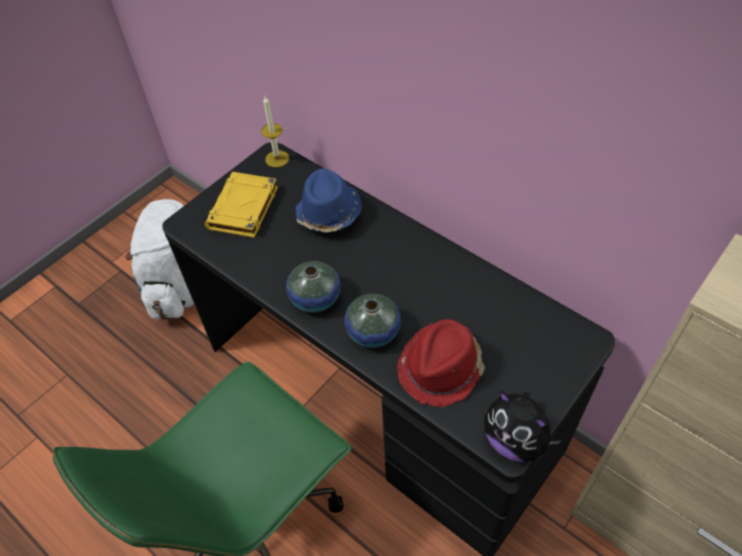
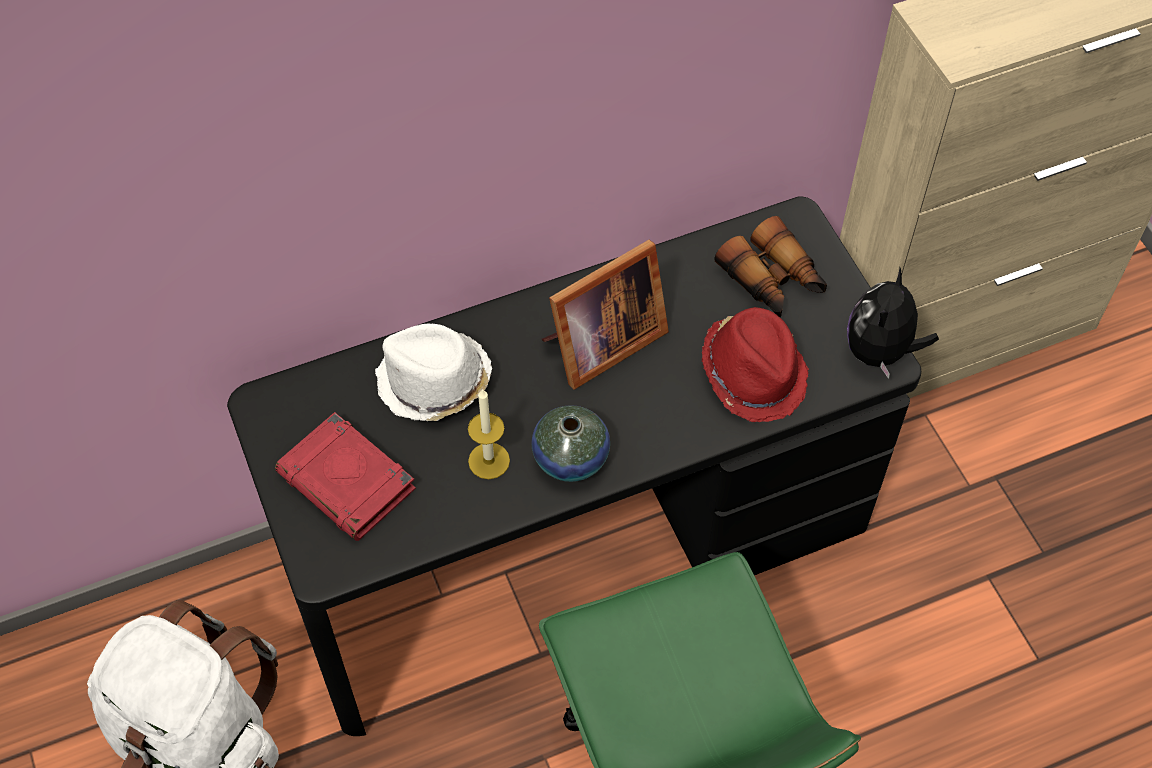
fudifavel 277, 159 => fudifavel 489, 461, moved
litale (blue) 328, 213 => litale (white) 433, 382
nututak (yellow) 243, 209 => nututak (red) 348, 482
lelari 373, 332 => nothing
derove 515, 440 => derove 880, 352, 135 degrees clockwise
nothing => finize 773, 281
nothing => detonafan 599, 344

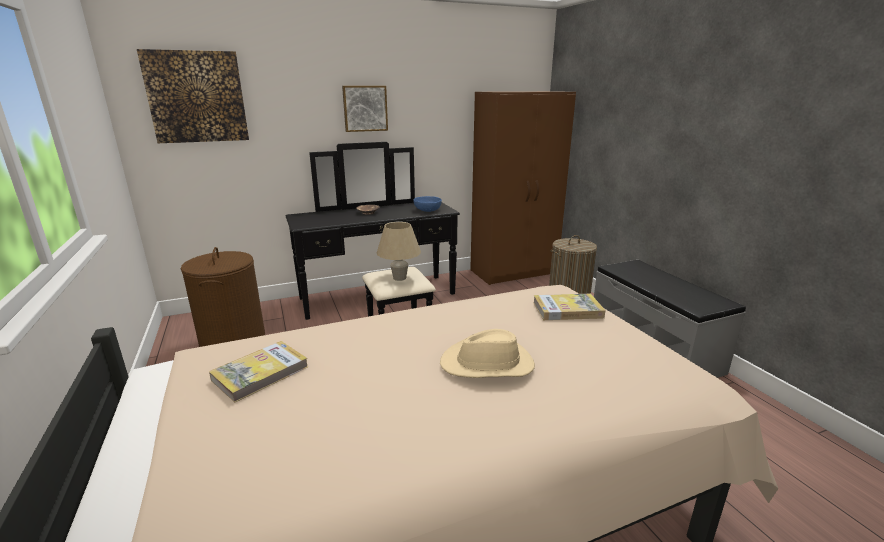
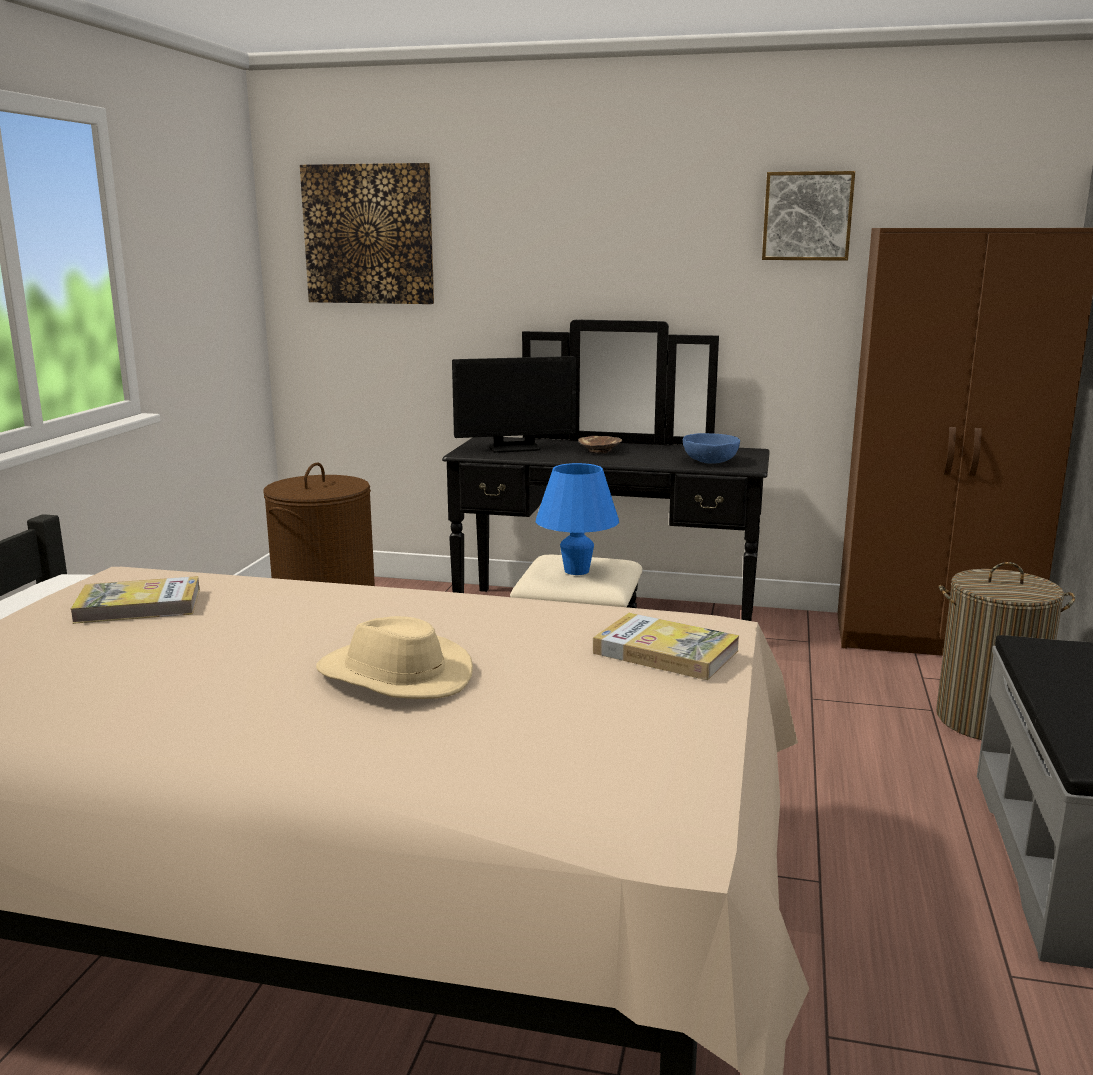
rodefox 365, 108 => rodefox 807, 216, moved
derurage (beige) 399, 278 => derurage (blue) 576, 571
nothing => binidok 514, 448

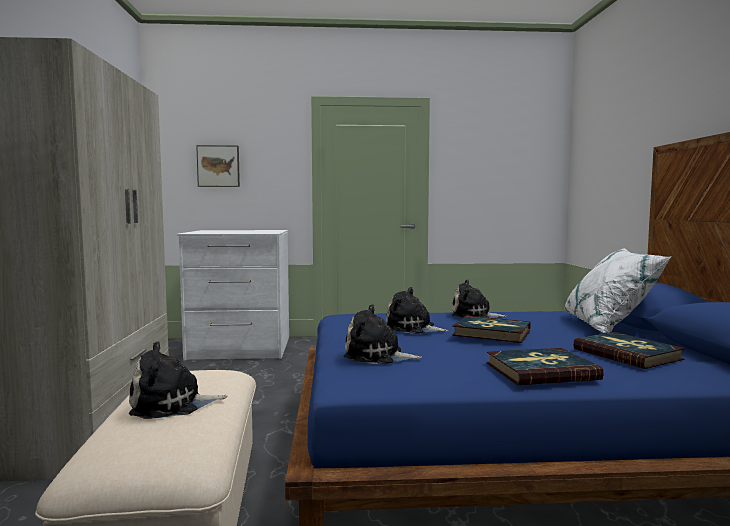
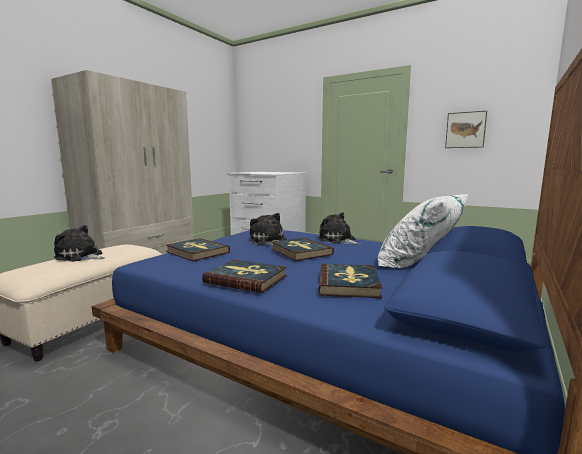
rodefox 218, 166 => rodefox 465, 130, moved
derove 377, 356 => nututak 197, 252

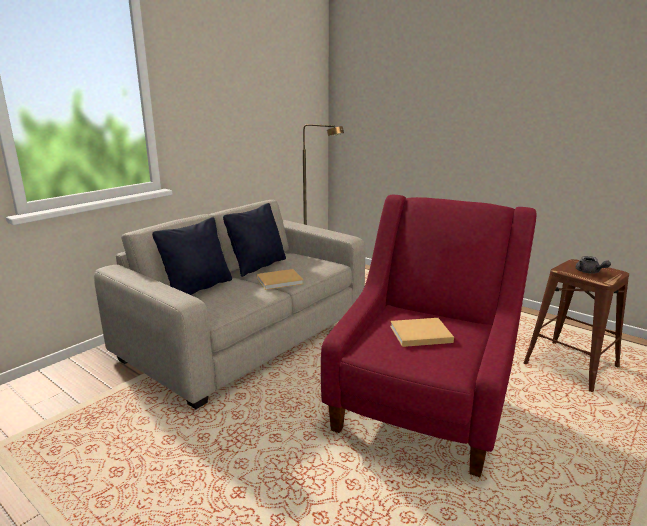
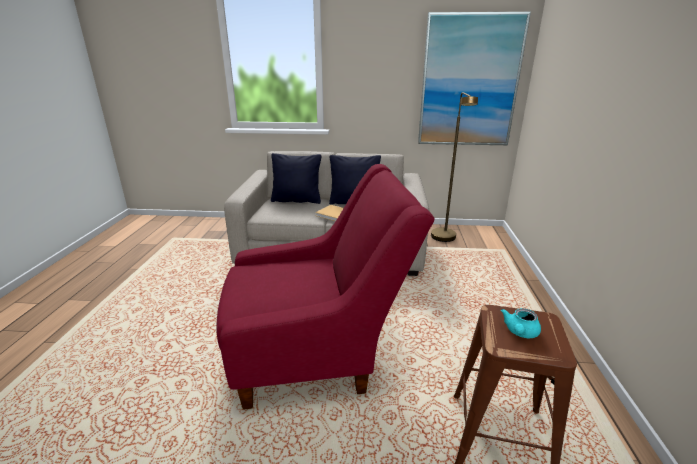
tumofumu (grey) 589, 272 => tumofumu (turquoise) 520, 332
nututak (beige) 419, 334 => nothing
nothing => rodefox 469, 82

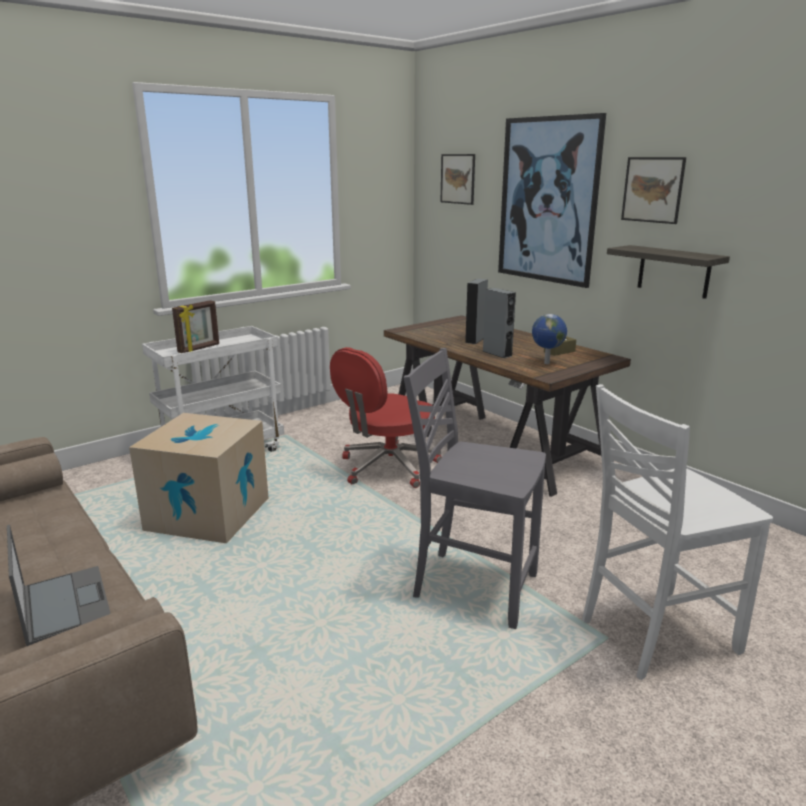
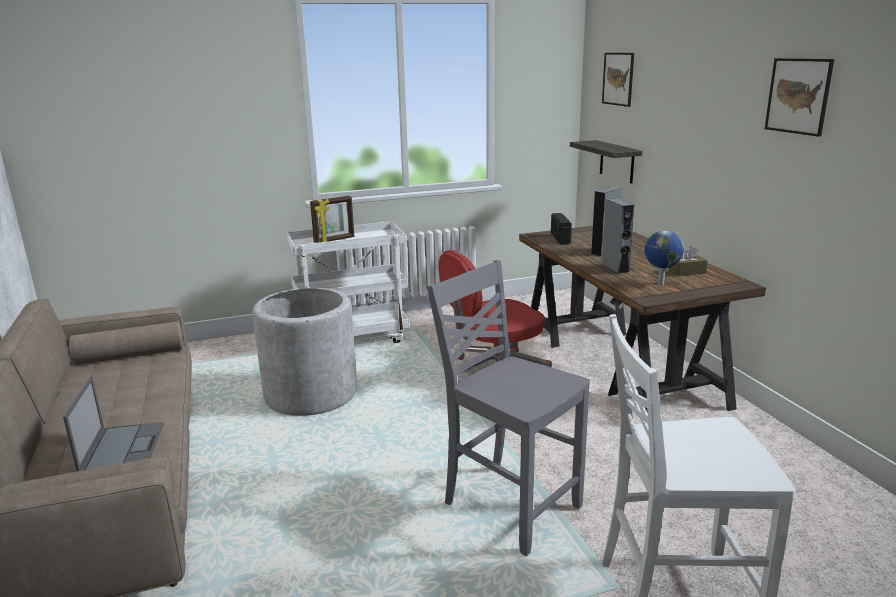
rodefox 548, 201 => nothing
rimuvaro 673, 271 => rimuvaro 617, 161, moved
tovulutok 208, 514 => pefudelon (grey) 310, 393
nothing => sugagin 560, 239

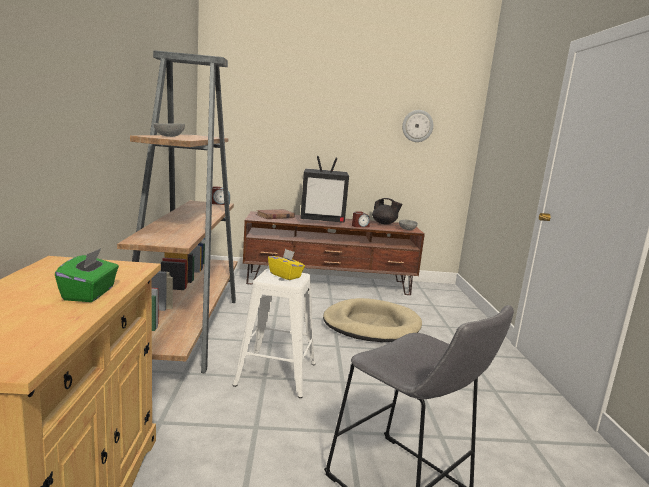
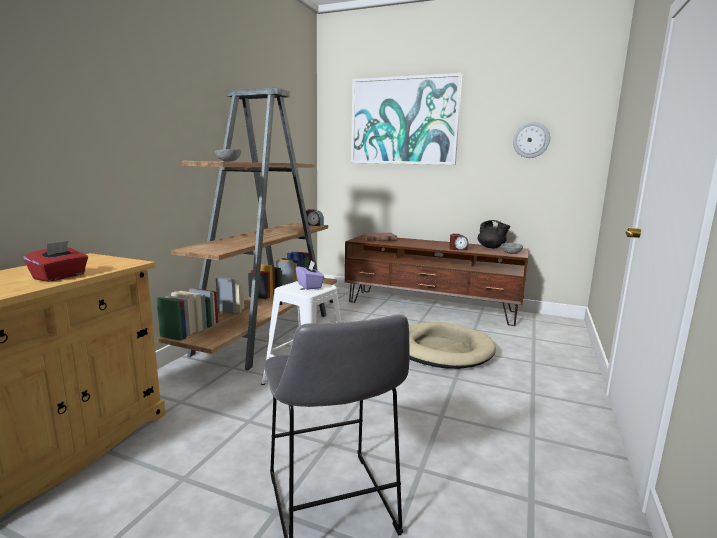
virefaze 323, 220 => nothing
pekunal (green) 90, 293 => pekunal (red) 60, 277
pekunal (yellow) 285, 275 => pekunal (purple) 310, 286
nothing => rodefox 404, 121

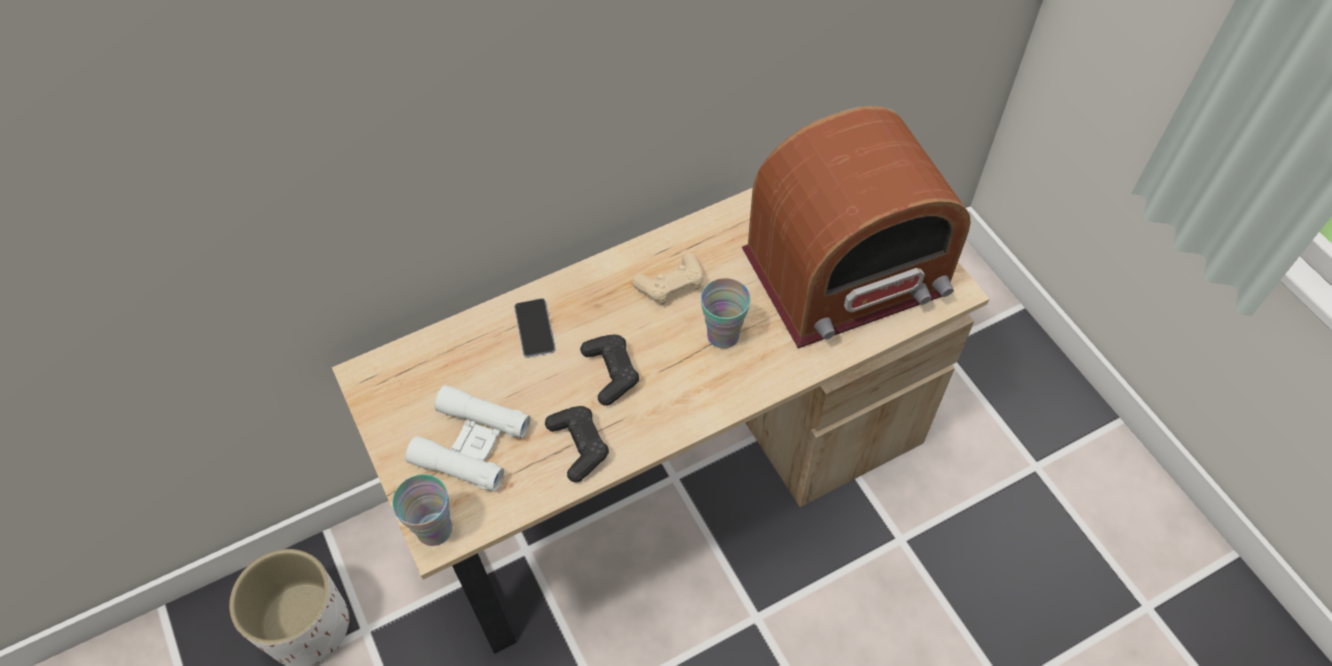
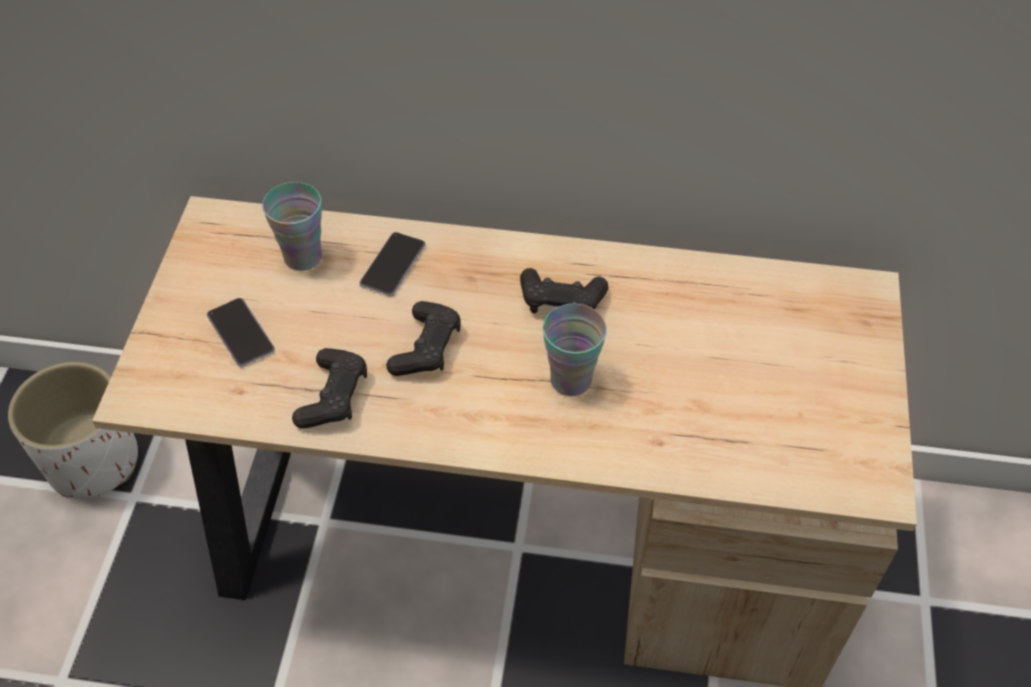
sugagin 846, 273 => nothing
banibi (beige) 671, 285 => banibi (black) 561, 301
finize (white) 471, 444 => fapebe 241, 333
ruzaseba 434, 529 => ruzaseba 303, 257, moved

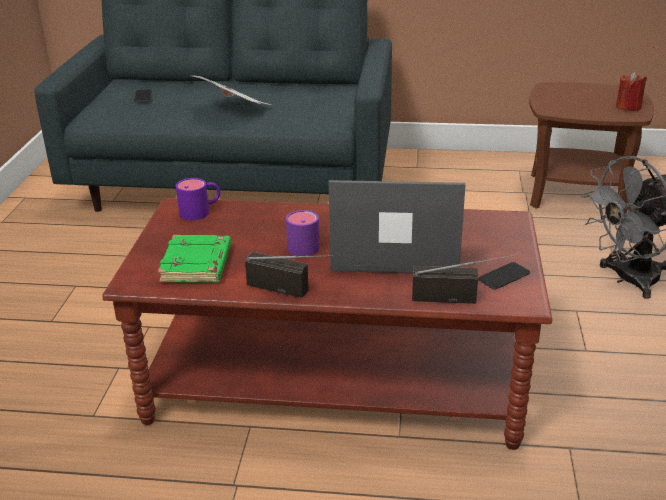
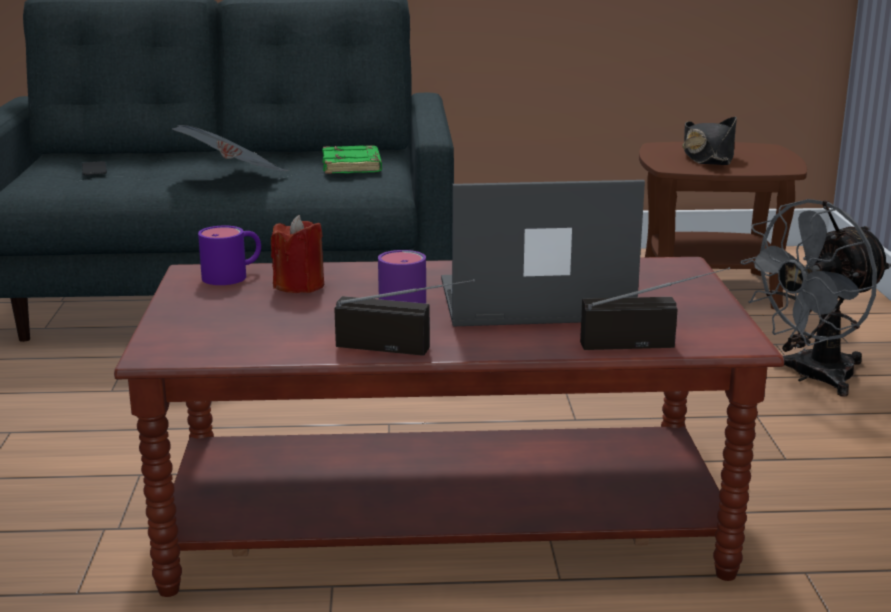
fudifavel (red) 628, 107 => fudifavel (red) 299, 286, moved
nututak (green) 197, 265 => nututak (green) 353, 166, moved
fapebe 504, 276 => nothing
nothing => litale (black) 708, 157

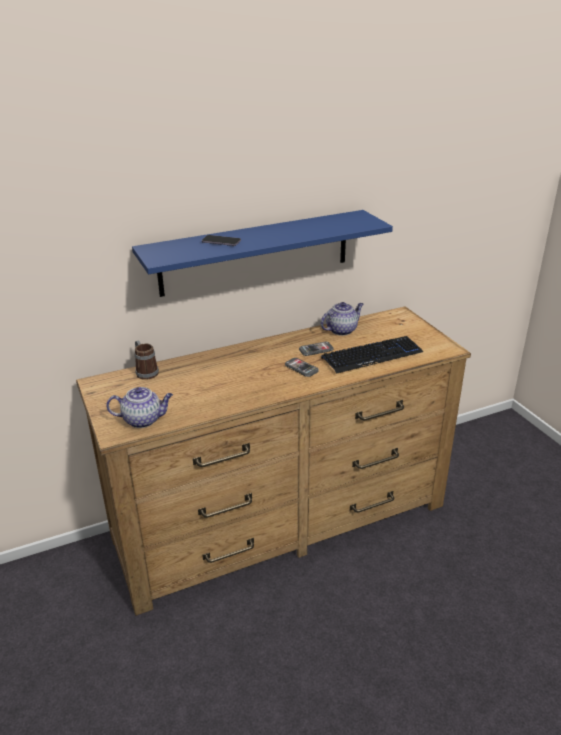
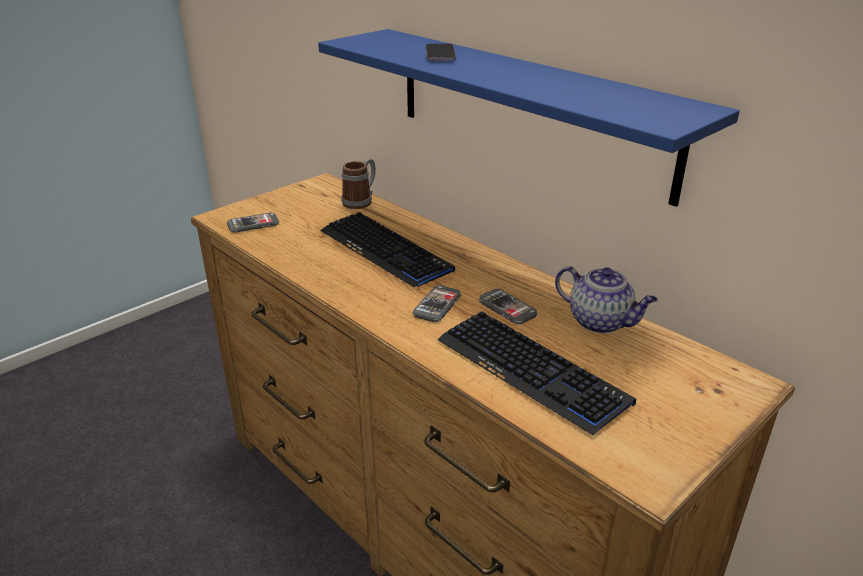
tumofumu 143, 420 => fapebe 253, 224
nothing => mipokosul 385, 251

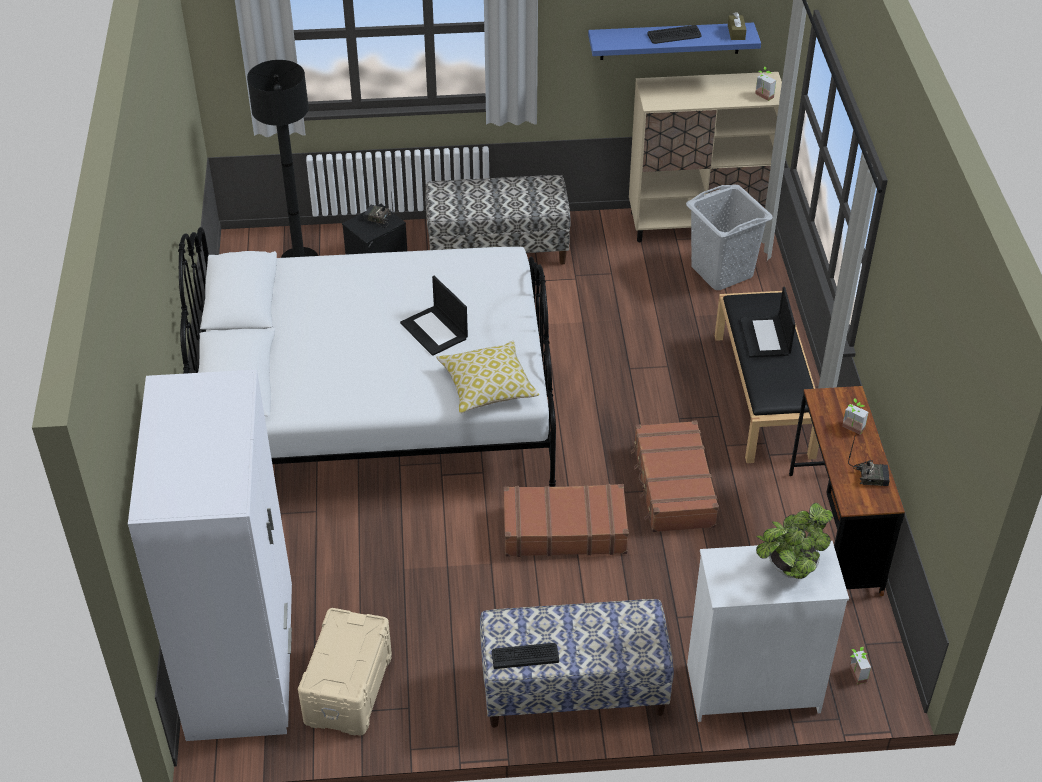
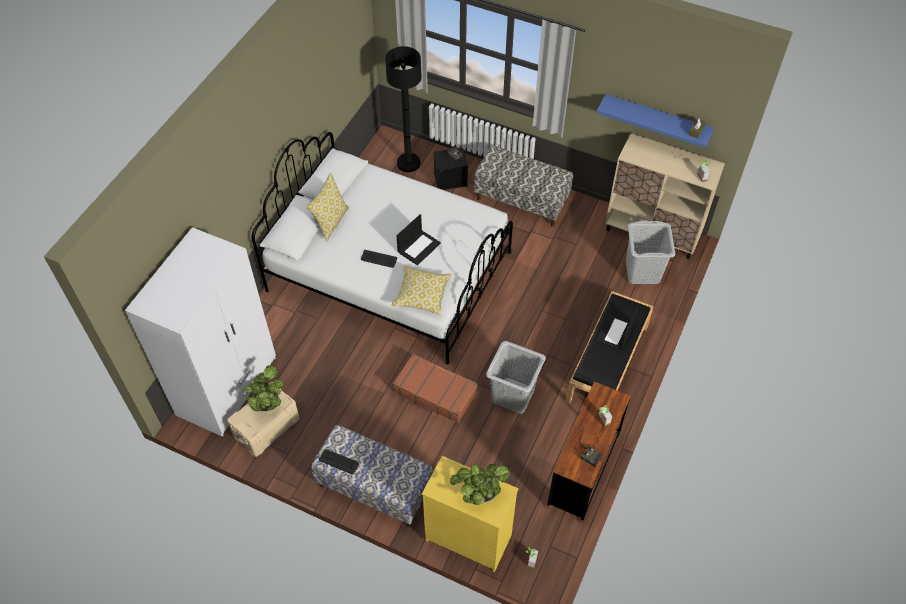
mipokosul 674, 35 => mipokosul 379, 259, moved
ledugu 435, 331 => ledugu 419, 247, 135 degrees counterclockwise
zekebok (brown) 672, 486 => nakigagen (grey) 513, 395
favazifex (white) 752, 687 => favazifex (yellow) 468, 537
nothing => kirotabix 331, 221
nothing => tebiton 267, 403

